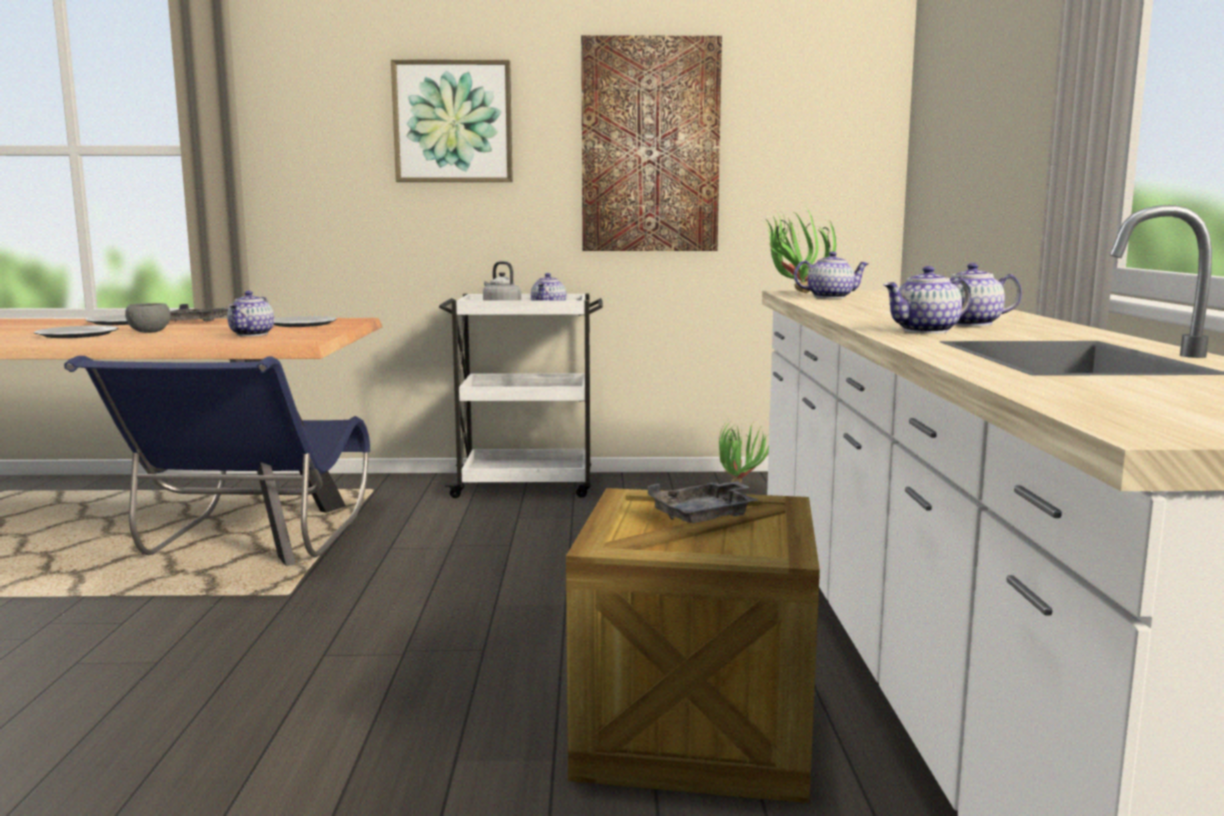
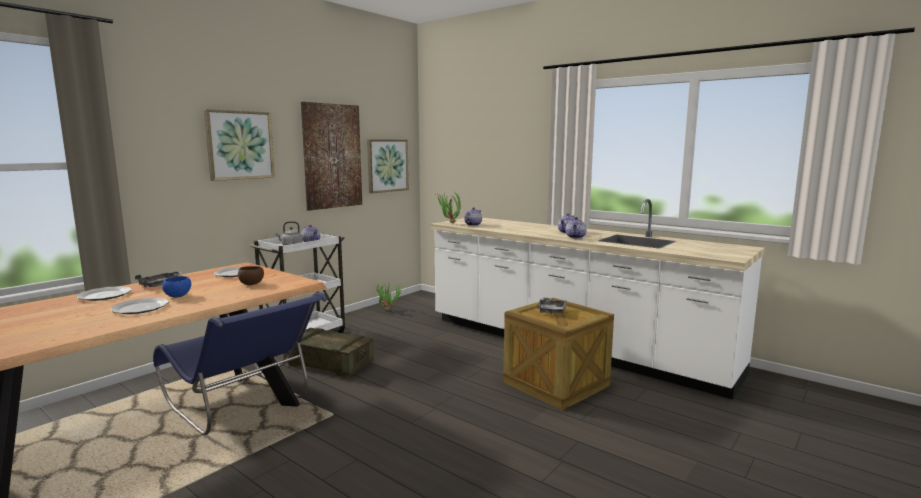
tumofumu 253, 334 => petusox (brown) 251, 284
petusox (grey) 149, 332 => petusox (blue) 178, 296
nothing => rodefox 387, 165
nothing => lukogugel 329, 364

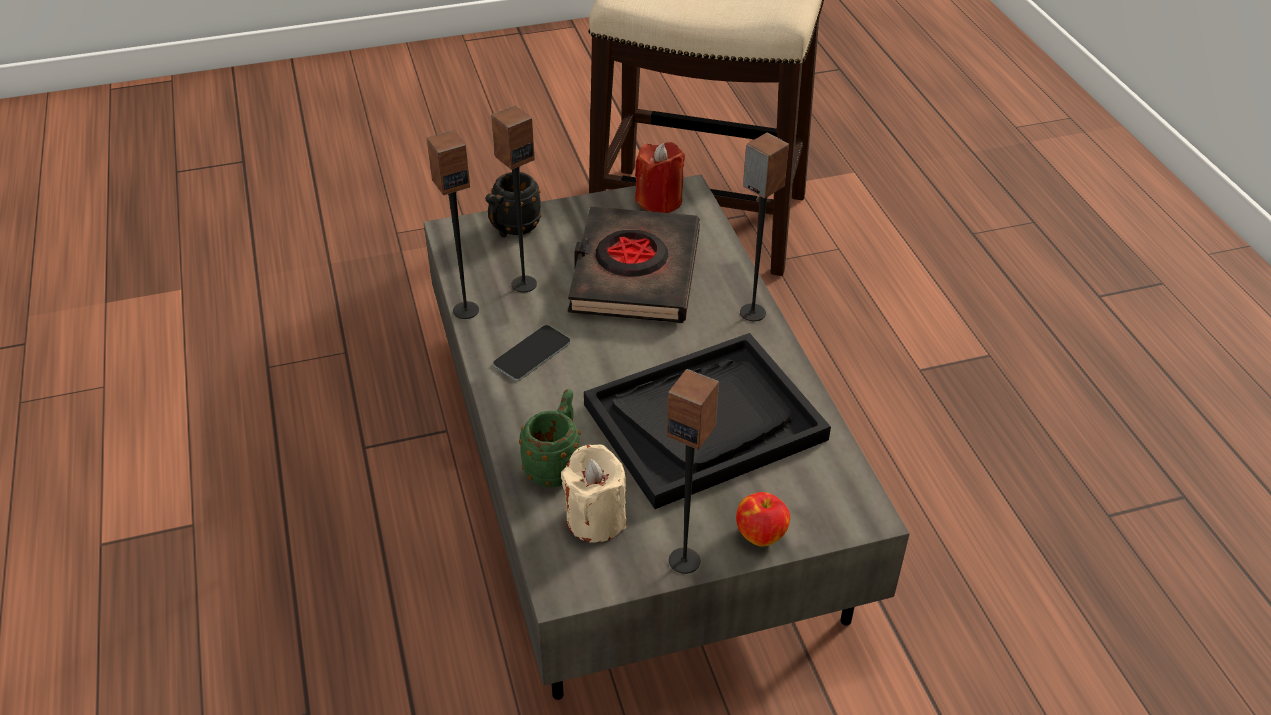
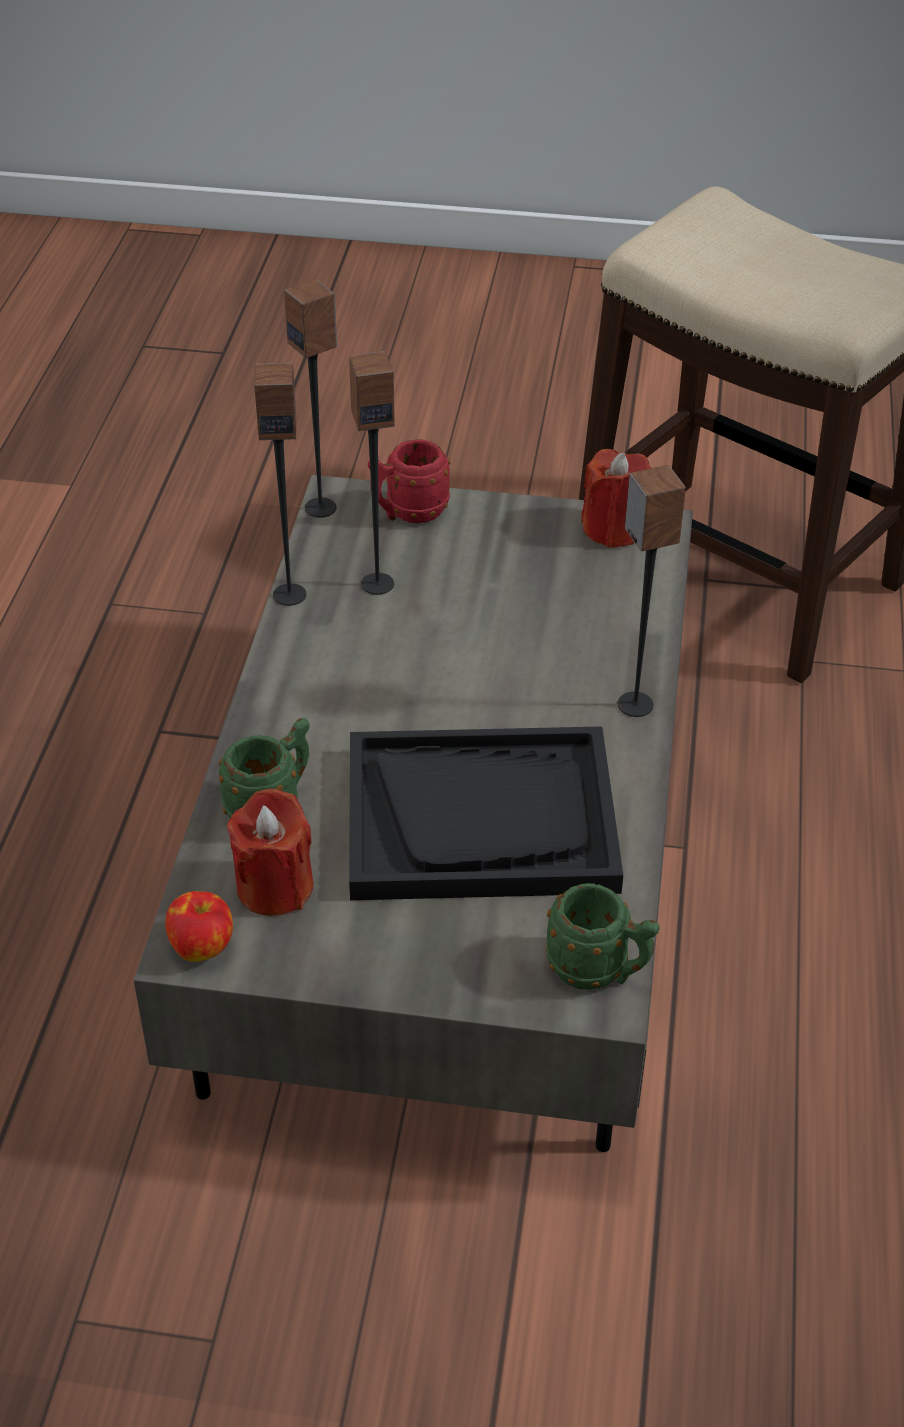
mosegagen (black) 512, 229 => mosegagen (red) 408, 513
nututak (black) 634, 273 => nothing
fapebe 532, 353 => nothing
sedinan 685, 560 => sedinan 321, 508, moved
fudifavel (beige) 595, 519 => fudifavel (red) 274, 887
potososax 761, 534 => potososax 202, 947, moved
nothing => mosegagen (green) 599, 971

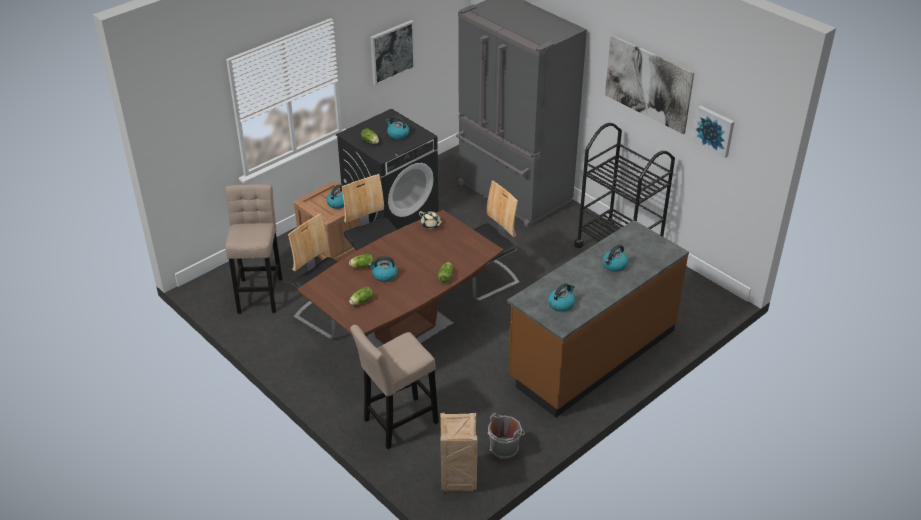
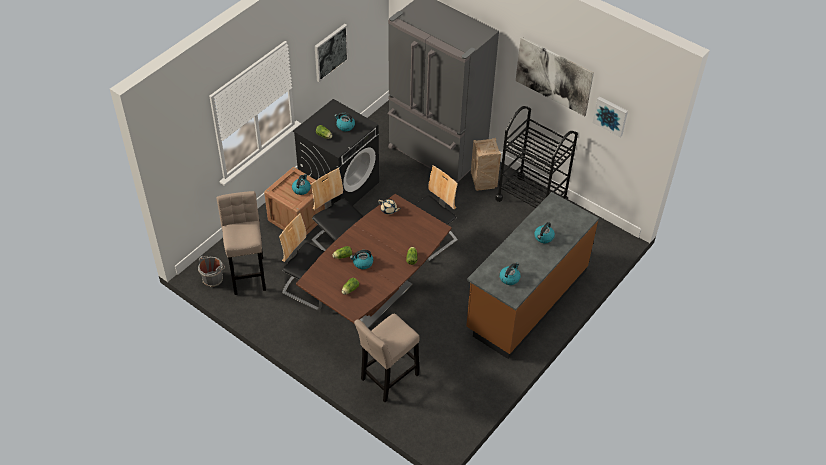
lukogugel 457, 479 => lukogugel 483, 182, moved
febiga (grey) 505, 447 => febiga (grey) 213, 278, moved

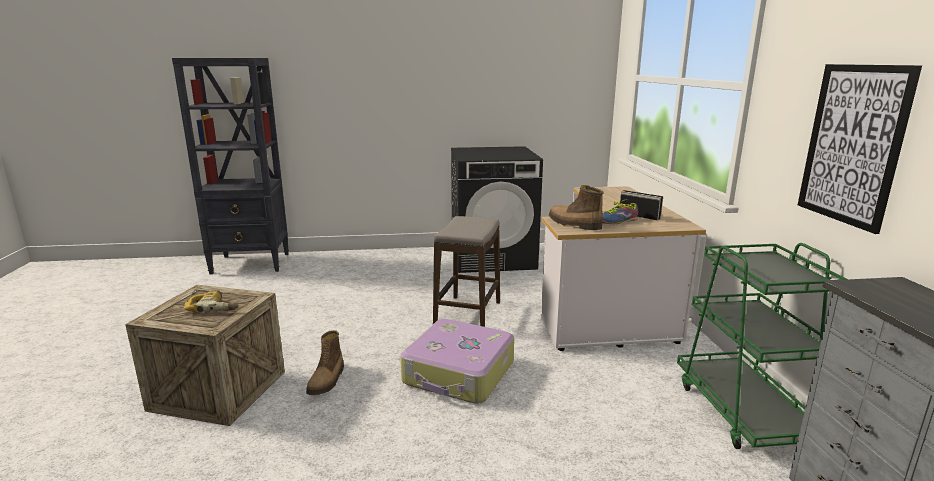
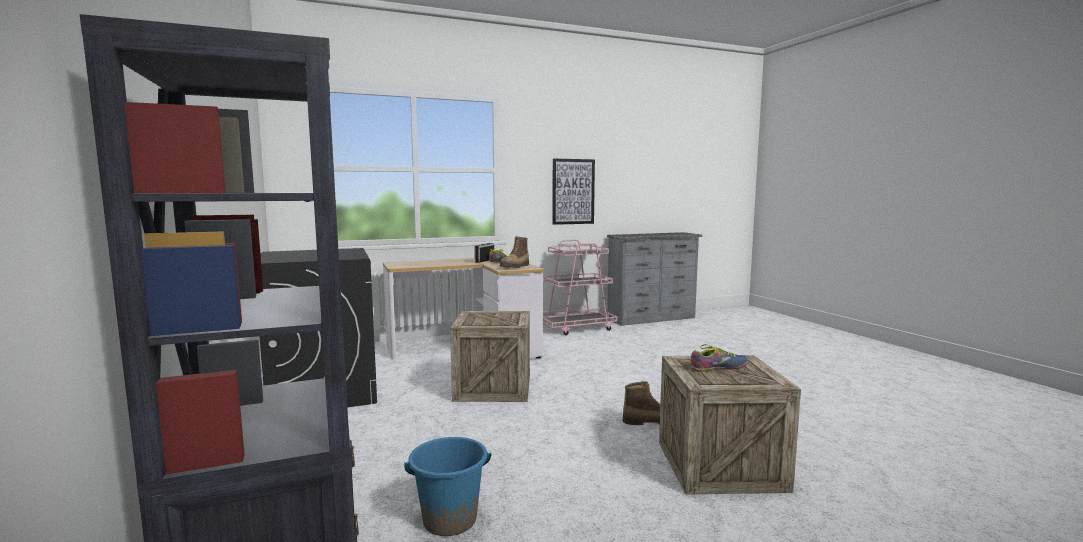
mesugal 467, 314 => lukogugel 493, 387
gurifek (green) 743, 411 => gurifek (pink) 577, 328
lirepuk 214, 306 => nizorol 718, 367
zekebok 459, 373 => nothing
nothing => febiga (blue) 450, 520

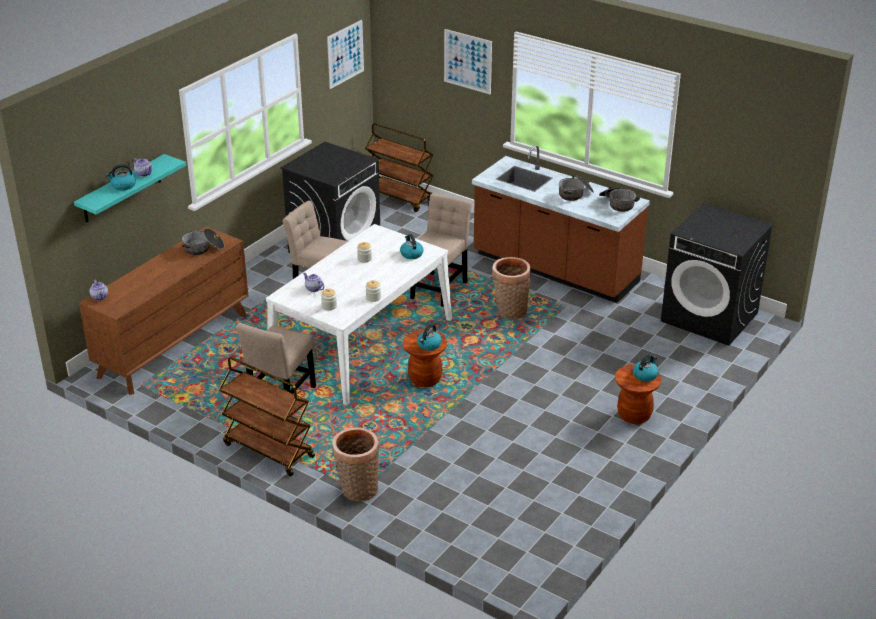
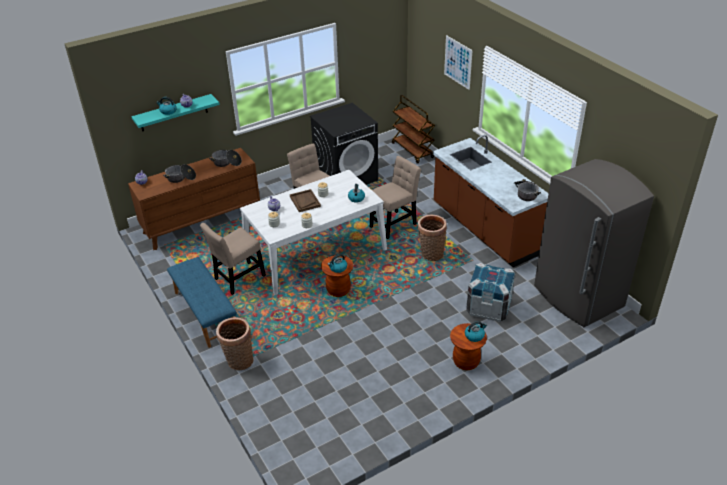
rodefox 345, 54 => nothing
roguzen 575, 194 => roguzen 181, 178, moved
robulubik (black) 710, 317 => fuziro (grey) 577, 297
gurifek (brown) 268, 450 => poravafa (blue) 204, 313
nothing => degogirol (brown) 305, 201
nothing => lukogugel 488, 307

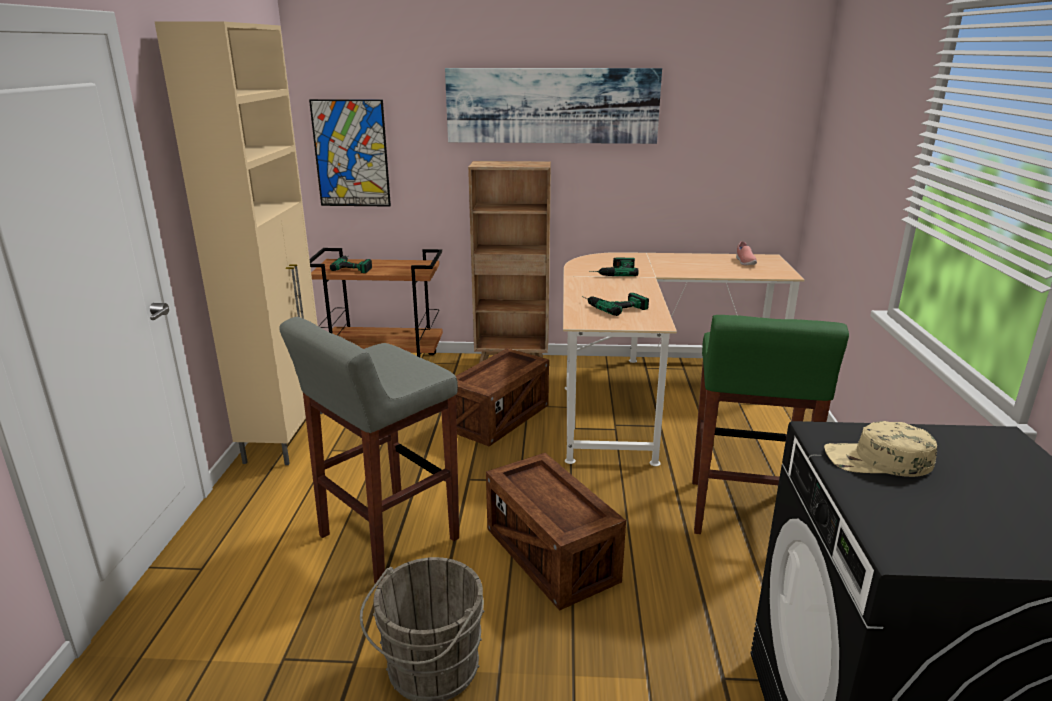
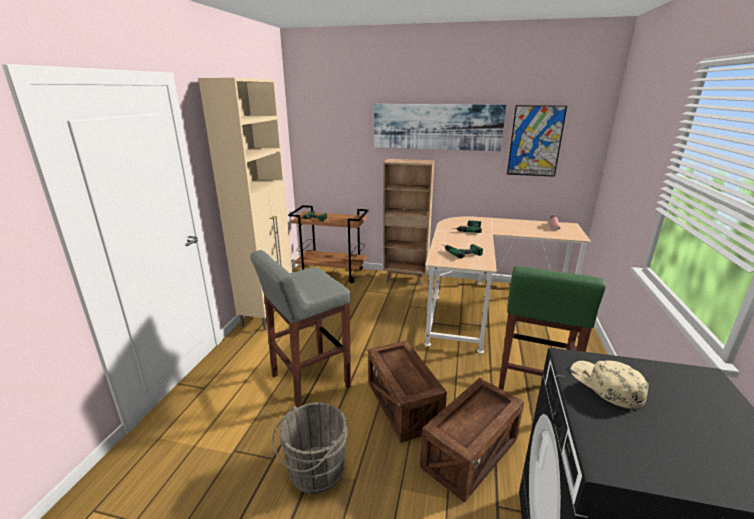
rodefox 351, 154 => rodefox 535, 141, moved
lukogugel 499, 418 => lukogugel 470, 453, moved
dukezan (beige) 877, 460 => dukezan (beige) 605, 385, 45 degrees clockwise

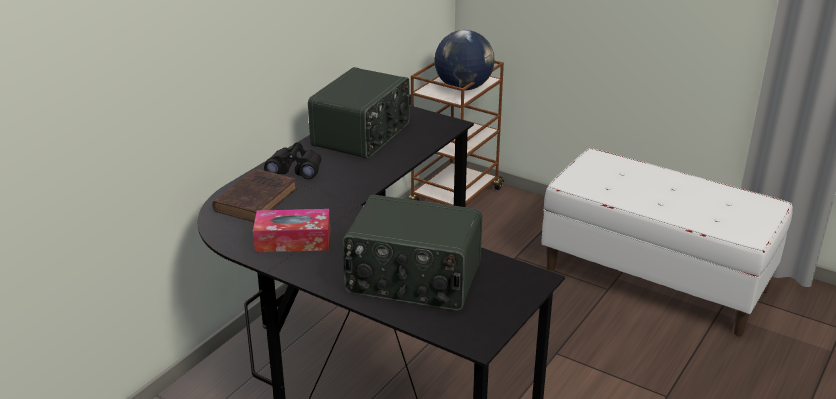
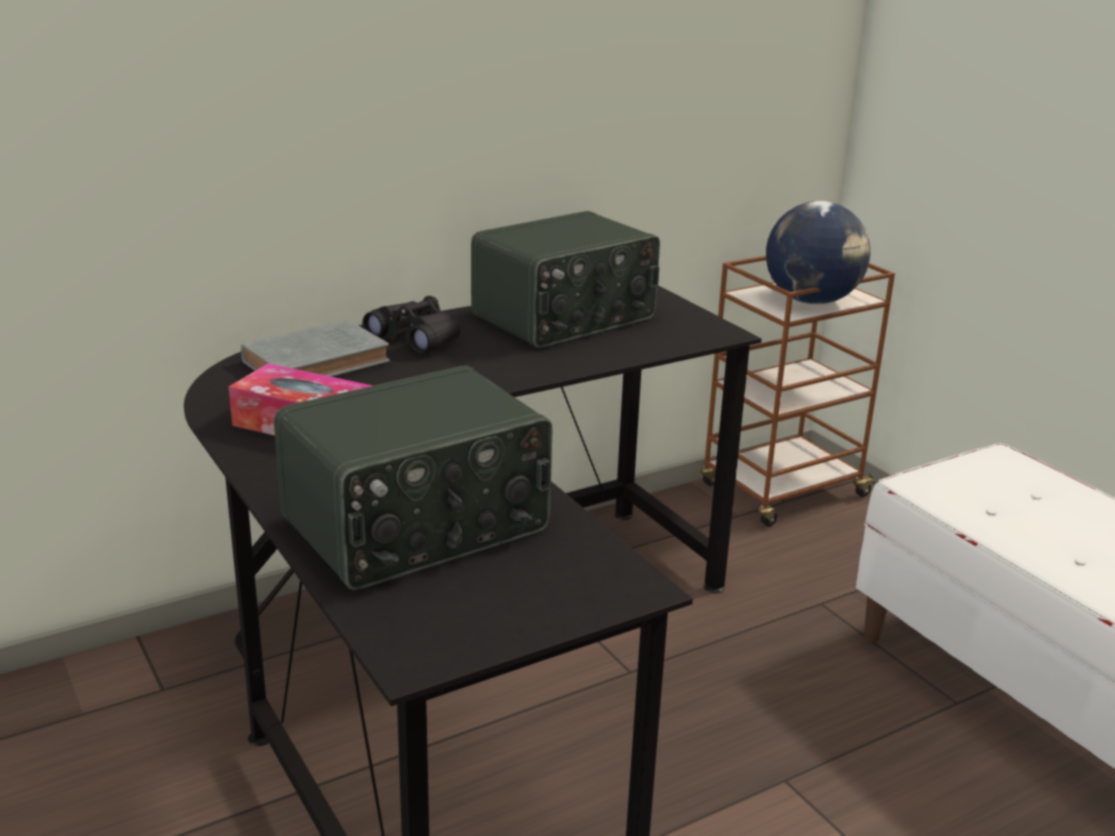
nututak (brown) 257, 199 => nututak (grey) 319, 361
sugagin 413, 280 => sugagin 418, 527, 75 degrees counterclockwise

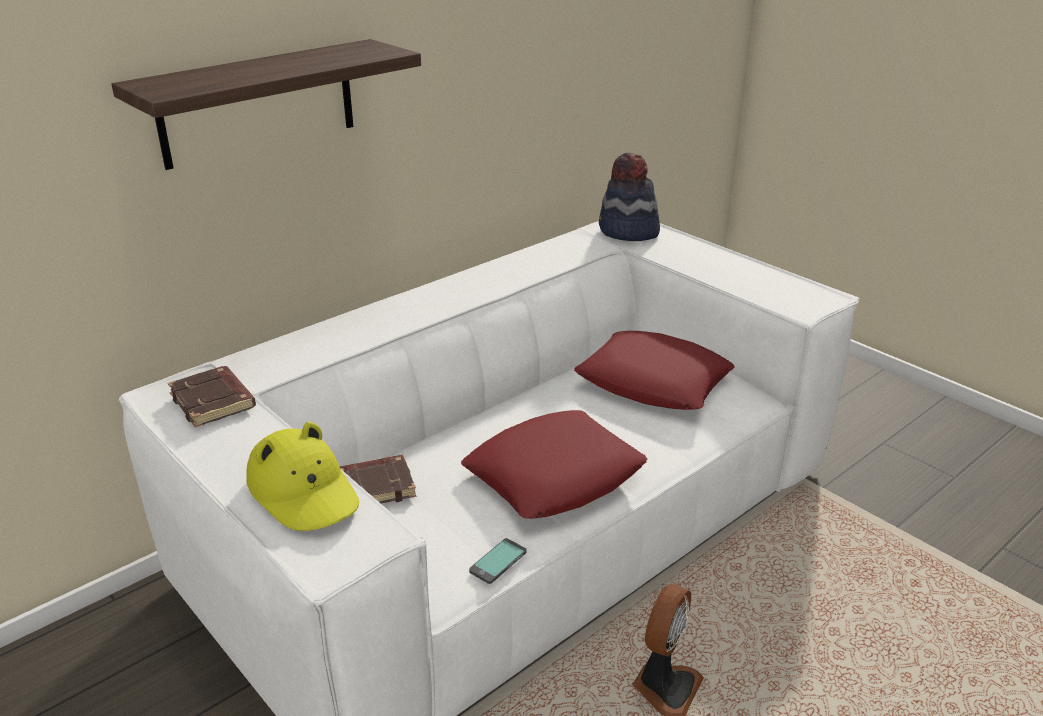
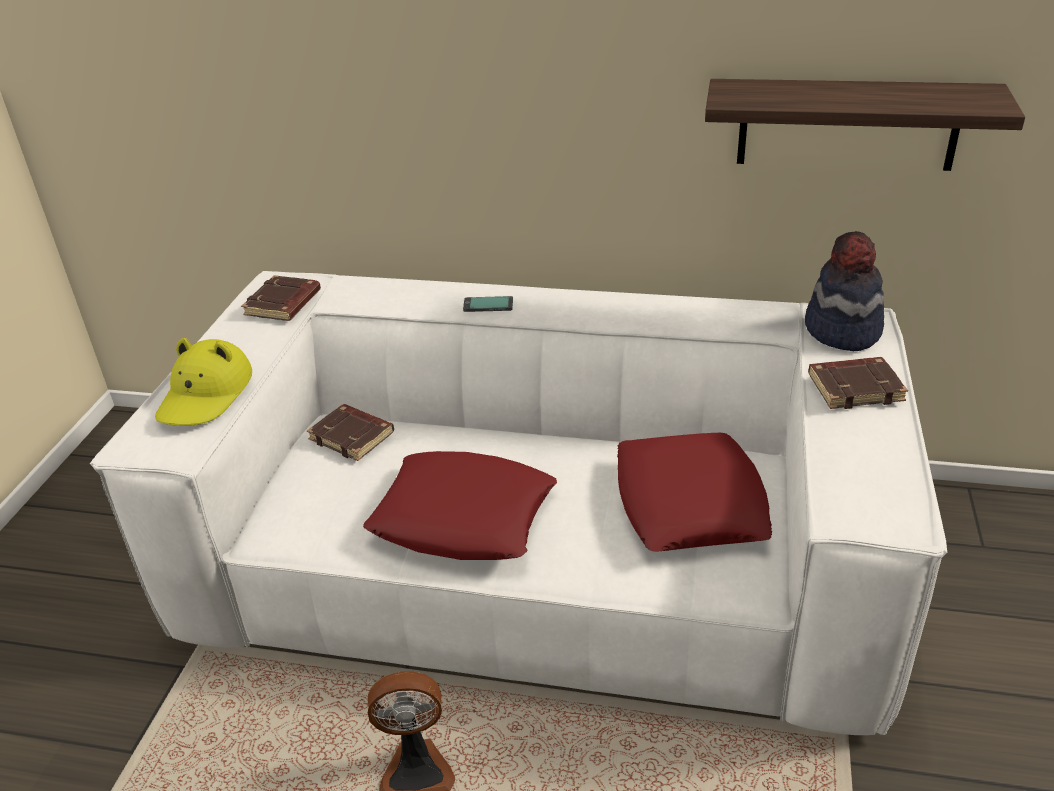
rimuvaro 258, 103 => rimuvaro 847, 124, moved
fapebe 498, 562 => fapebe 488, 305, moved
nothing => nututak (brown) 855, 387

